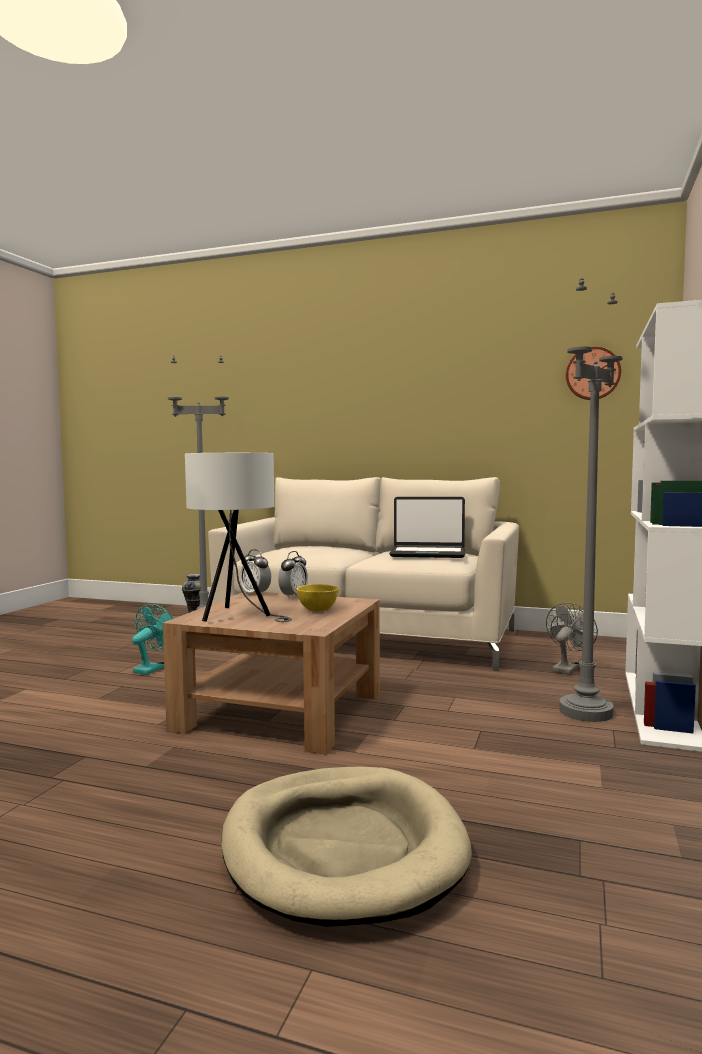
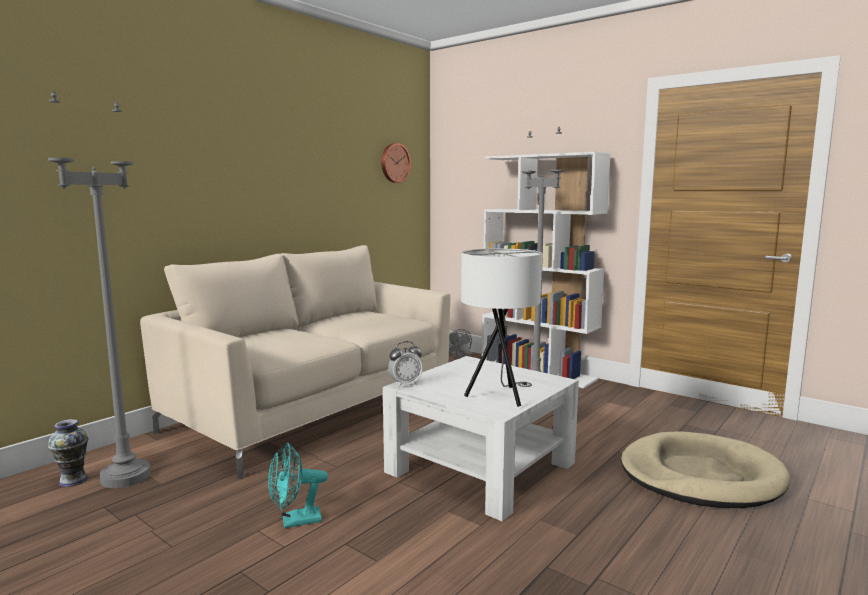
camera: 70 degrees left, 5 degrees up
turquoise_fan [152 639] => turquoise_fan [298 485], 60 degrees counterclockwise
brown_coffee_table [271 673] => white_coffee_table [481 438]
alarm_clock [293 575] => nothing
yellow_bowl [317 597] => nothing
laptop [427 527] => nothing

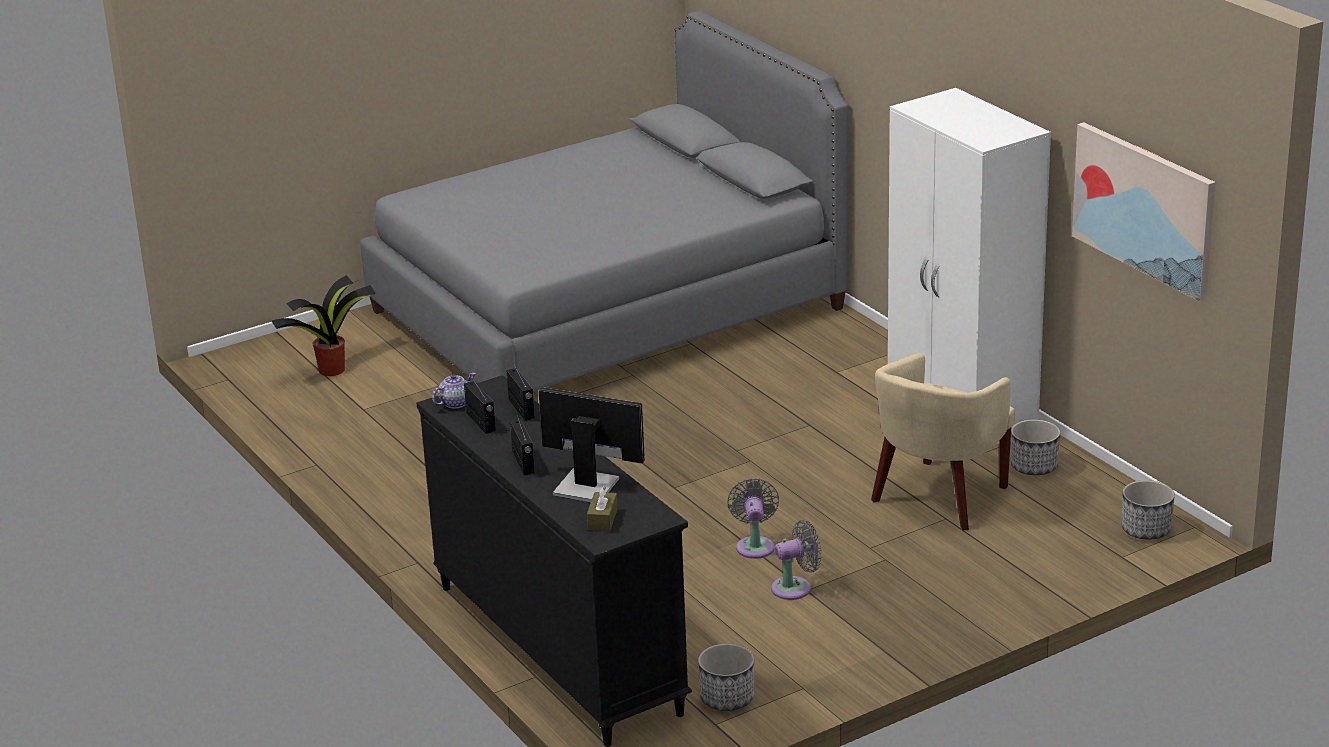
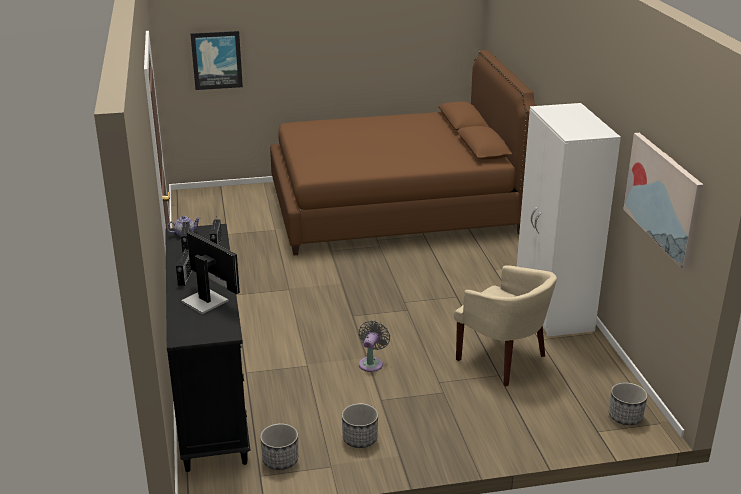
camera: 20 degrees right, 0 degrees up
nothing => picture [216 60]
grey_bed [604 201] => brown_bed [403 153]
planter [1035 447] => planter [360 425], moved
beige_armchair [943 442] => beige_armchair [505 326], 105 degrees counterclockwise
potted_plant [324 325] => nothing
brown_tissue_box [602 508] => nothing
grey_fan [796 560] => nothing

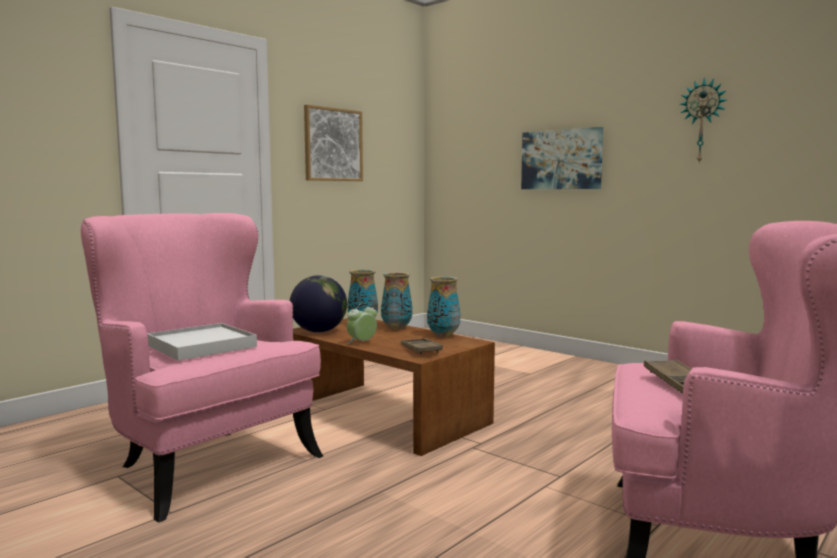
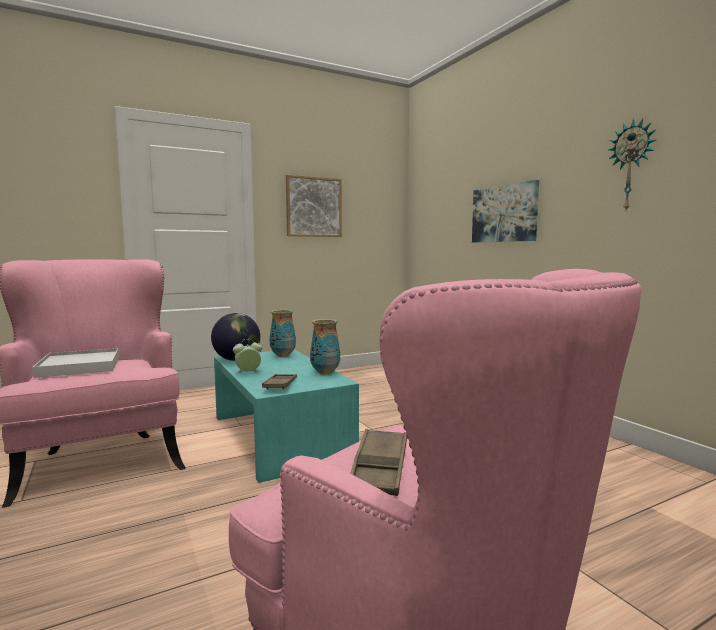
camera: 20 degrees right, 0 degrees up
brown_coffee_table [394 387] => turquoise_coffee_table [286 416]
vase [396 301] => nothing

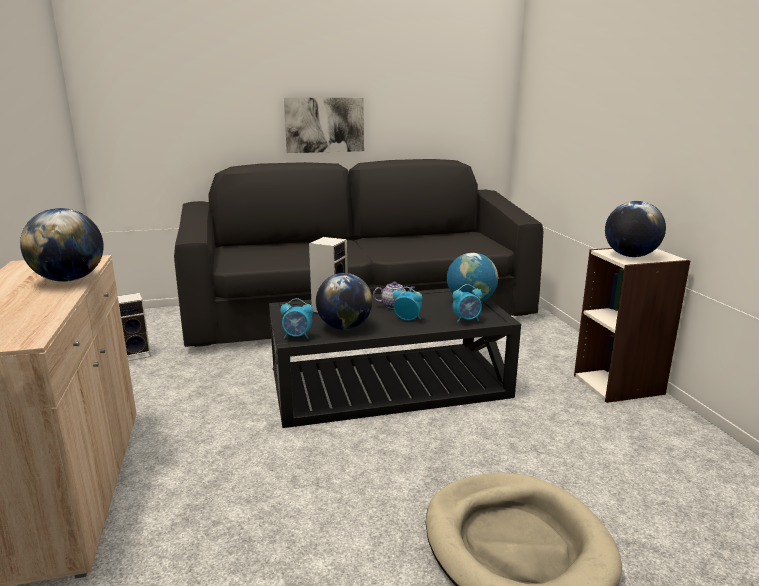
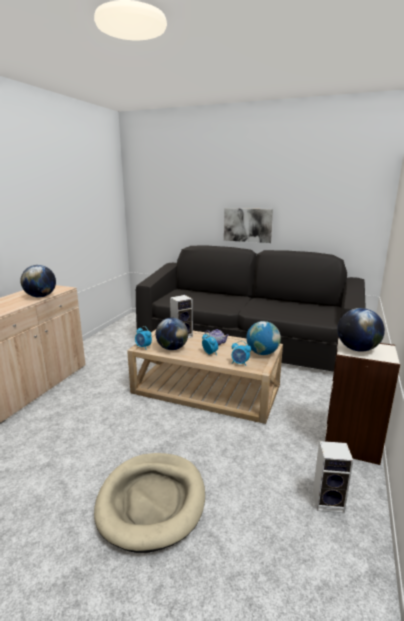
camera: 35 degrees right, 0 degrees up
black_coffee_table [395 358] => beige_coffee_table [205 376]
speaker [134 327] => speaker [333 477], moved

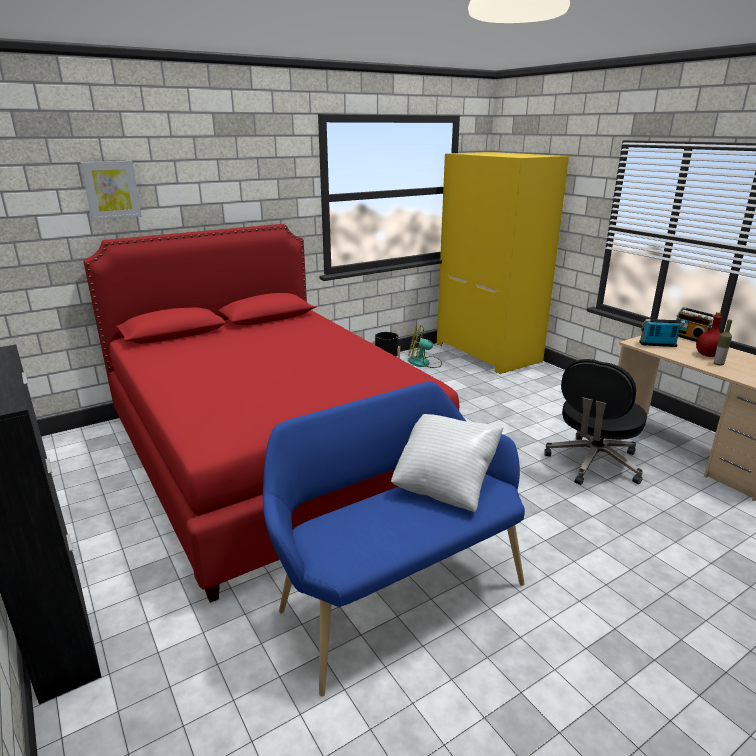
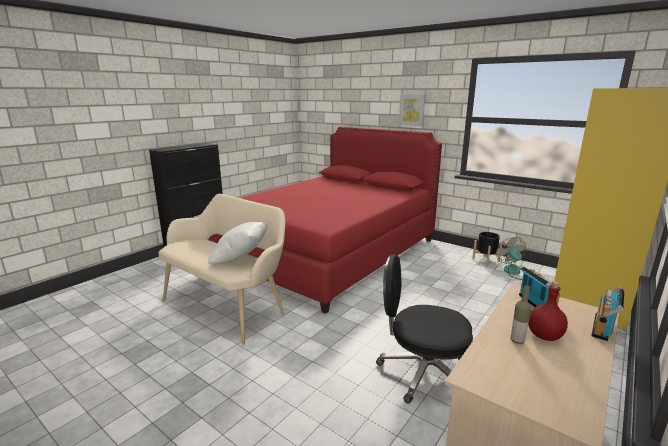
camera: 70 degrees right, 5 degrees down
blue_bench [394 539] => beige_bench [222 269]
picture [111 190] => picture [412 110], moved

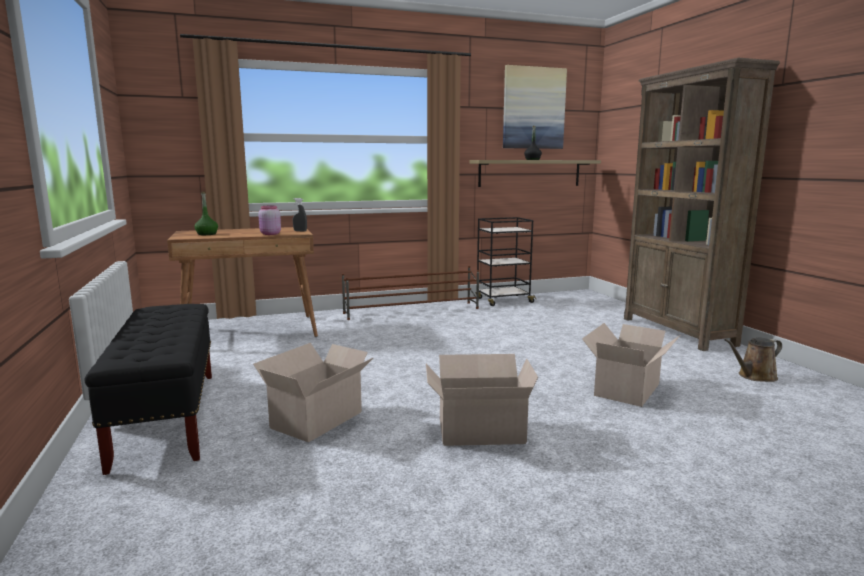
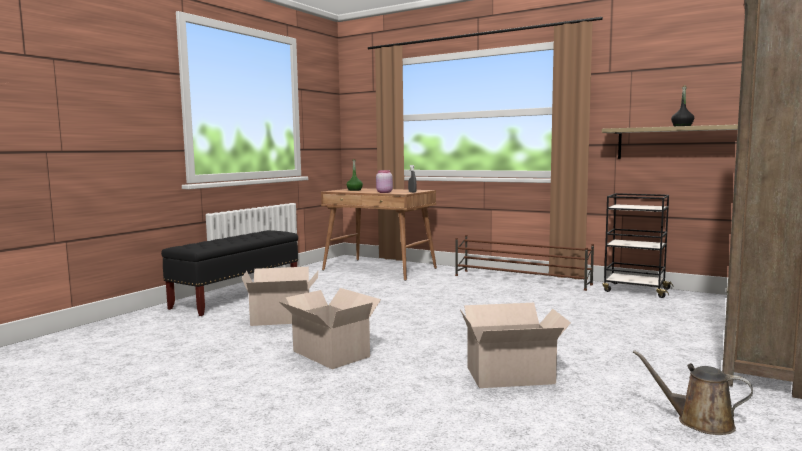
camera: 50 degrees right, 5 degrees down
picture [535 107] => nothing

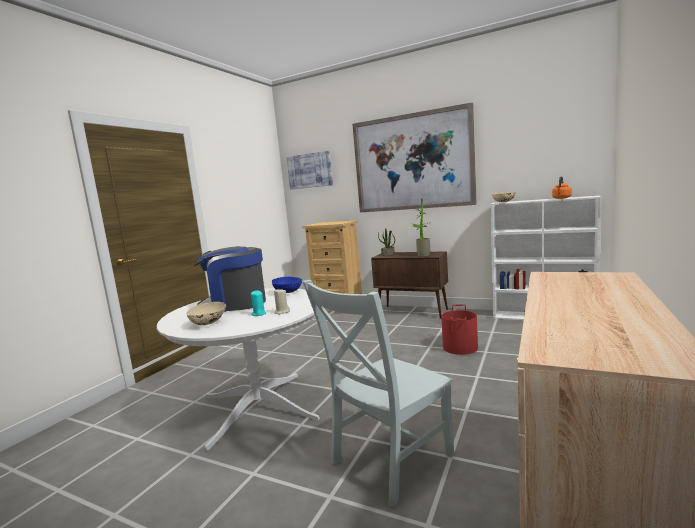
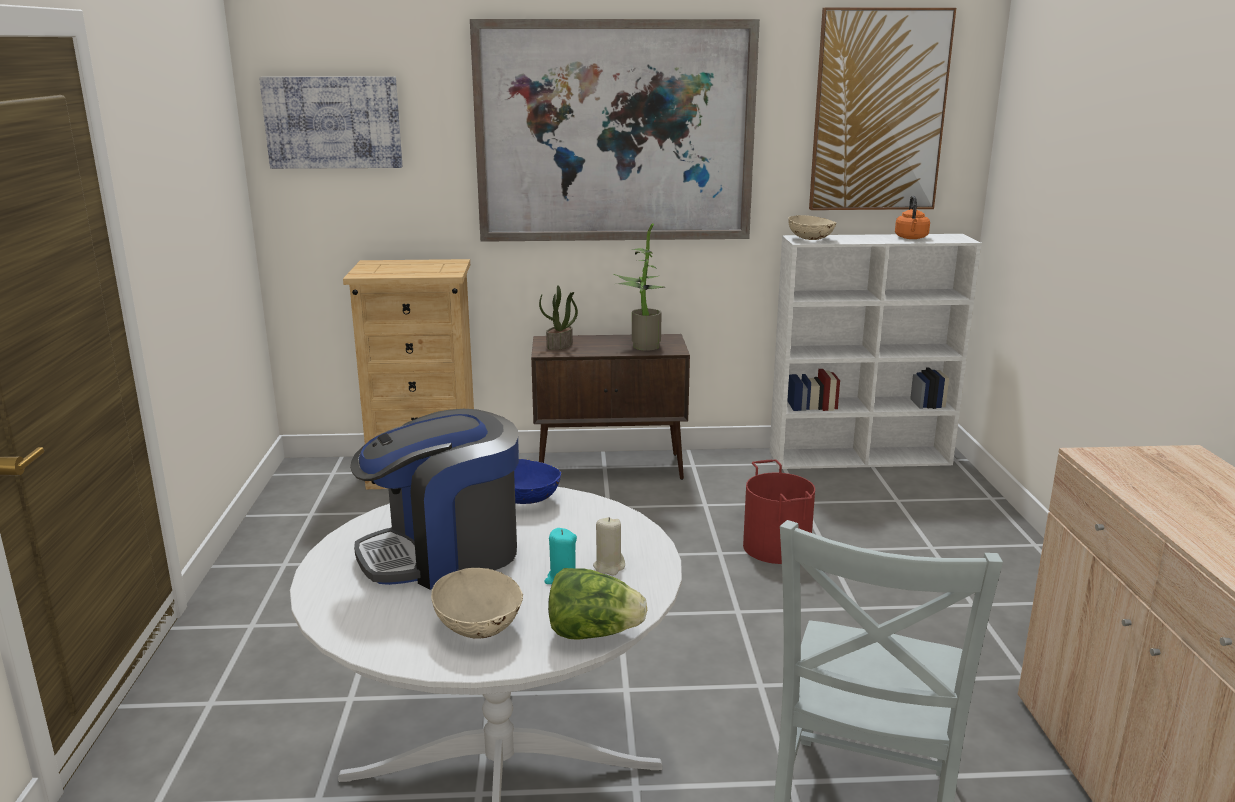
camera: 30 degrees left, 10 degrees up
nothing => lettuce [597 604]
nothing => picture [882 108]

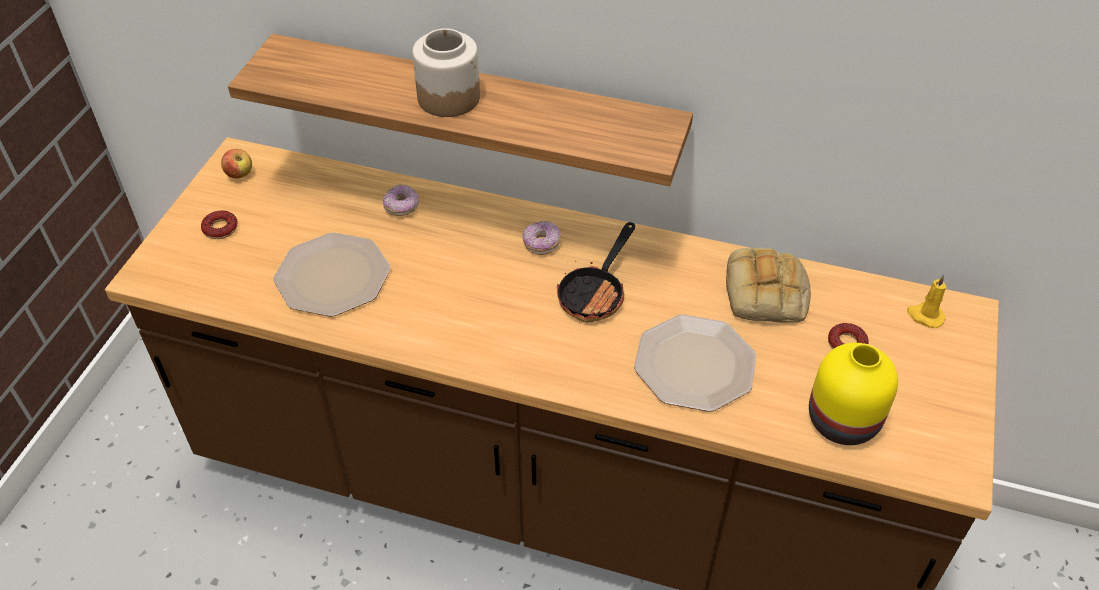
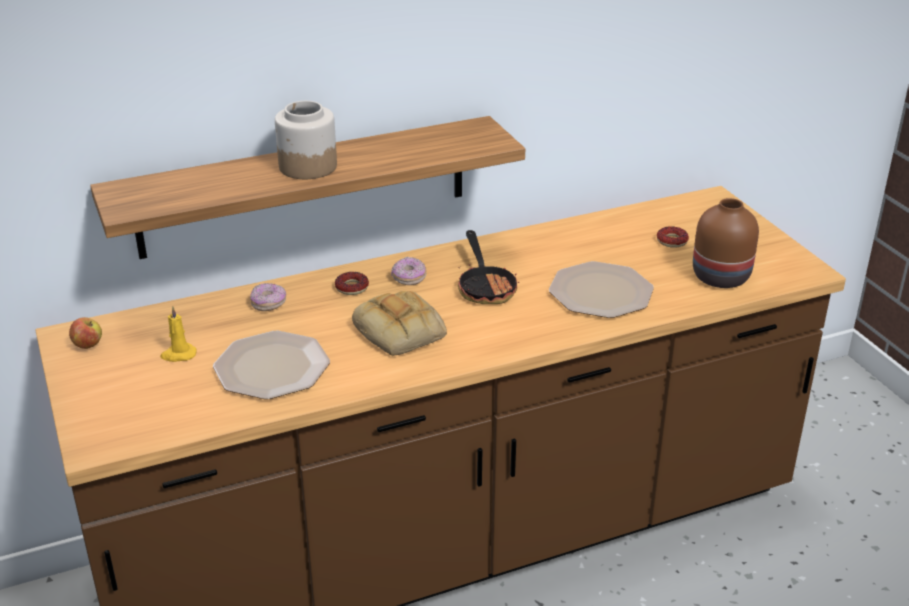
camera: 40 degrees left, 15 degrees down
yellow_candle [927 301] => yellow_candle [178 334], moved
donut [219 224] => donut [352 283], moved
bread [768 285] => bread [399 323], moved
yellow_vase [853 394] => brown_vase [726 243]

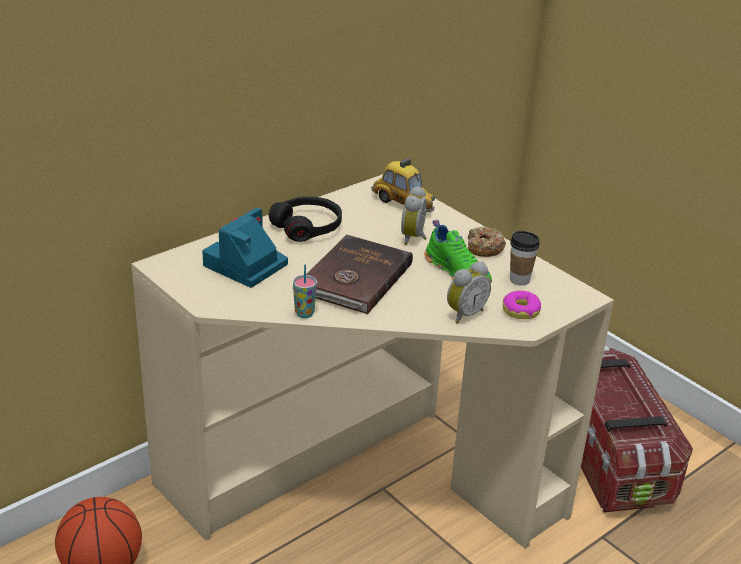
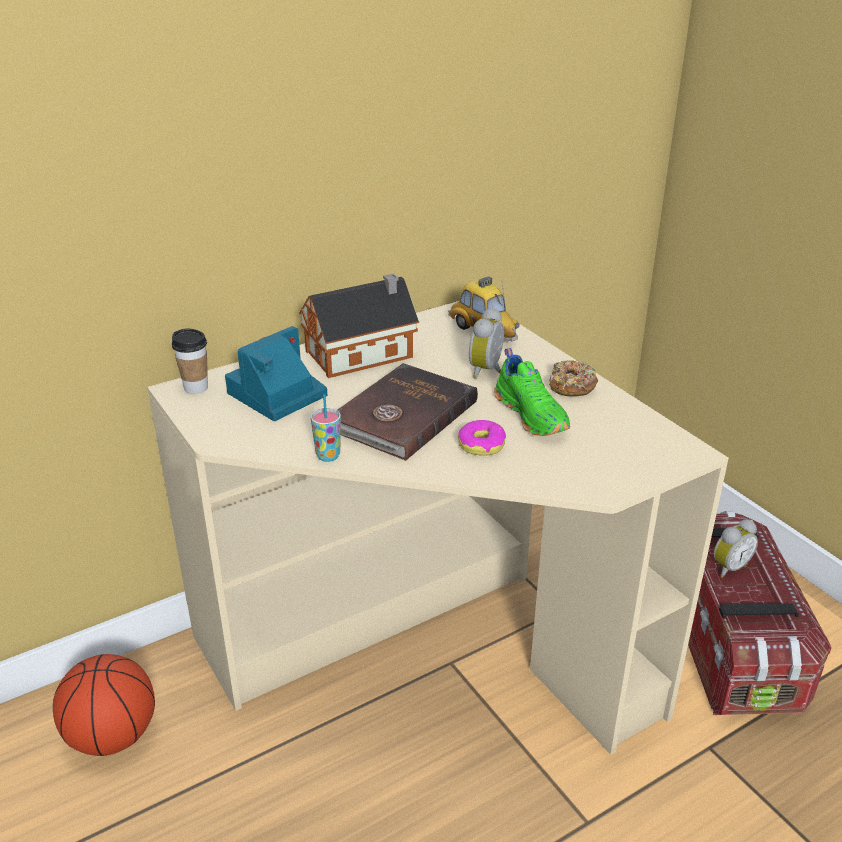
camera: 10 degrees right, 0 degrees up
cup [525 258] => cup [190 361], moved
black_headphones [305 219] => toy_house [359 326]
donut [521 305] => donut [482 438], moved
alarm_clock [469 293] => alarm_clock [736 548], moved

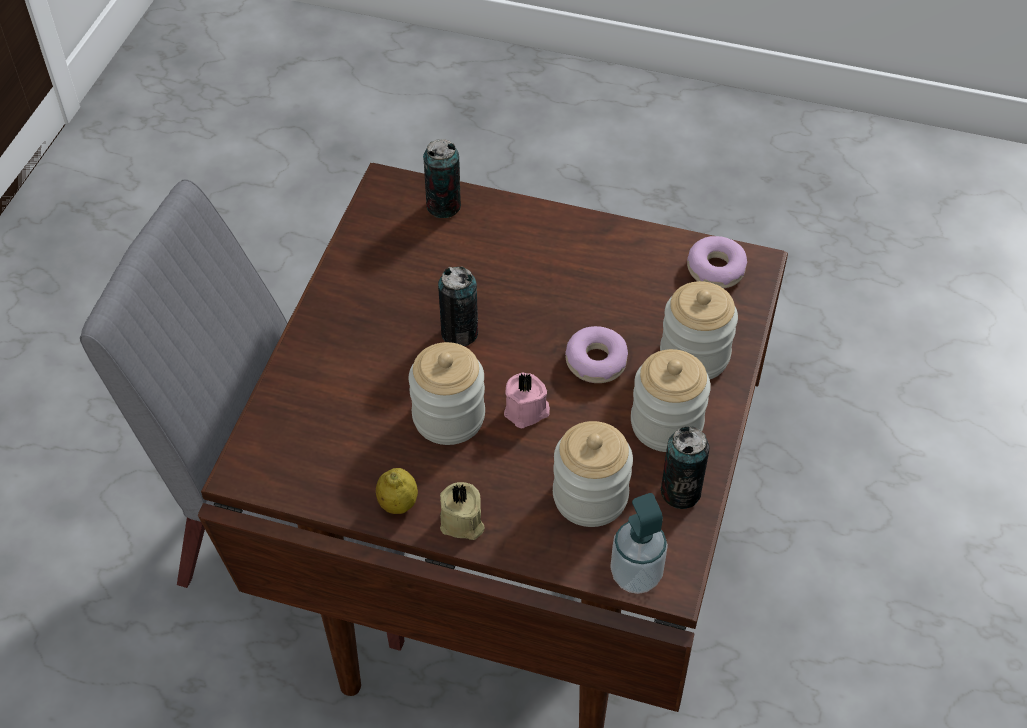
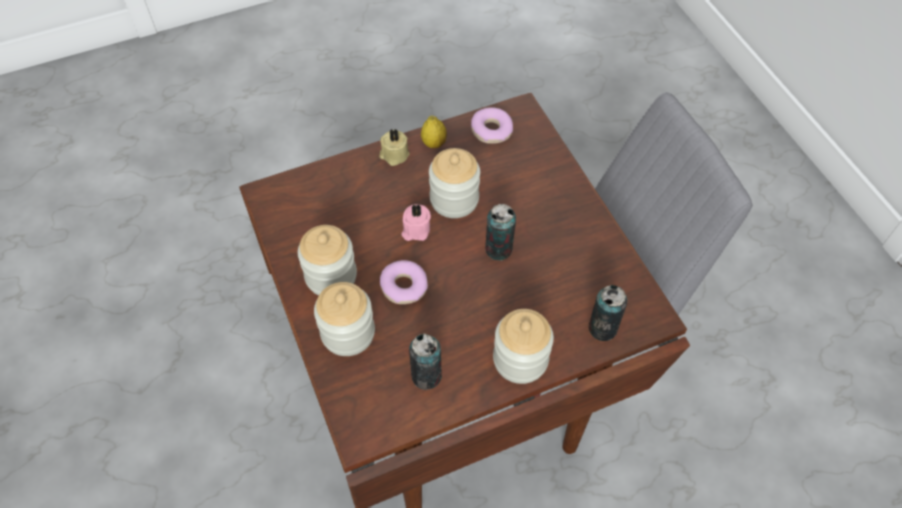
camera: 140 degrees right, 5 degrees up
can [684 467] => can [425 361], moved
donut [717 262] => donut [492 125], moved
jar [593 474] => jar [523 346], moved
soap_dispenser [639 543] => nothing

